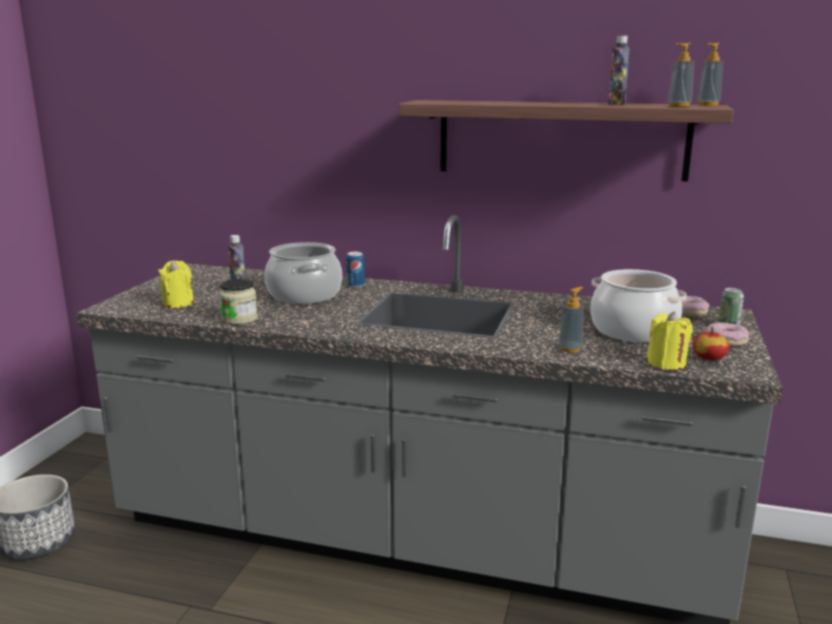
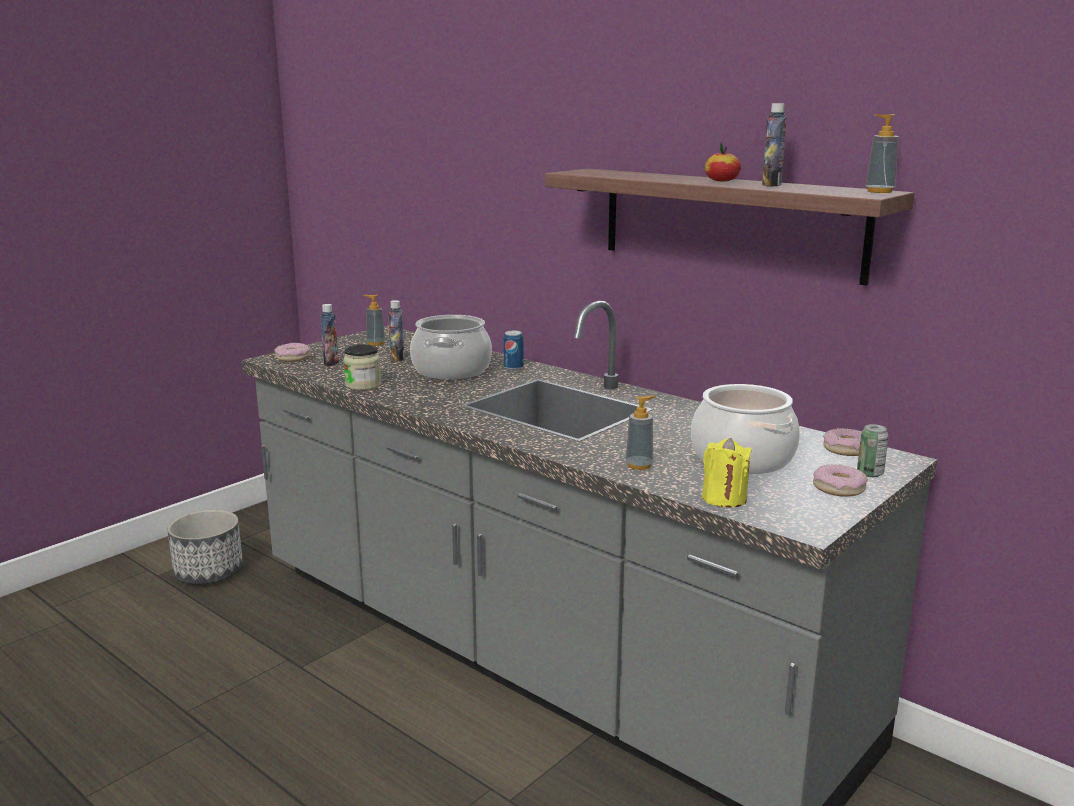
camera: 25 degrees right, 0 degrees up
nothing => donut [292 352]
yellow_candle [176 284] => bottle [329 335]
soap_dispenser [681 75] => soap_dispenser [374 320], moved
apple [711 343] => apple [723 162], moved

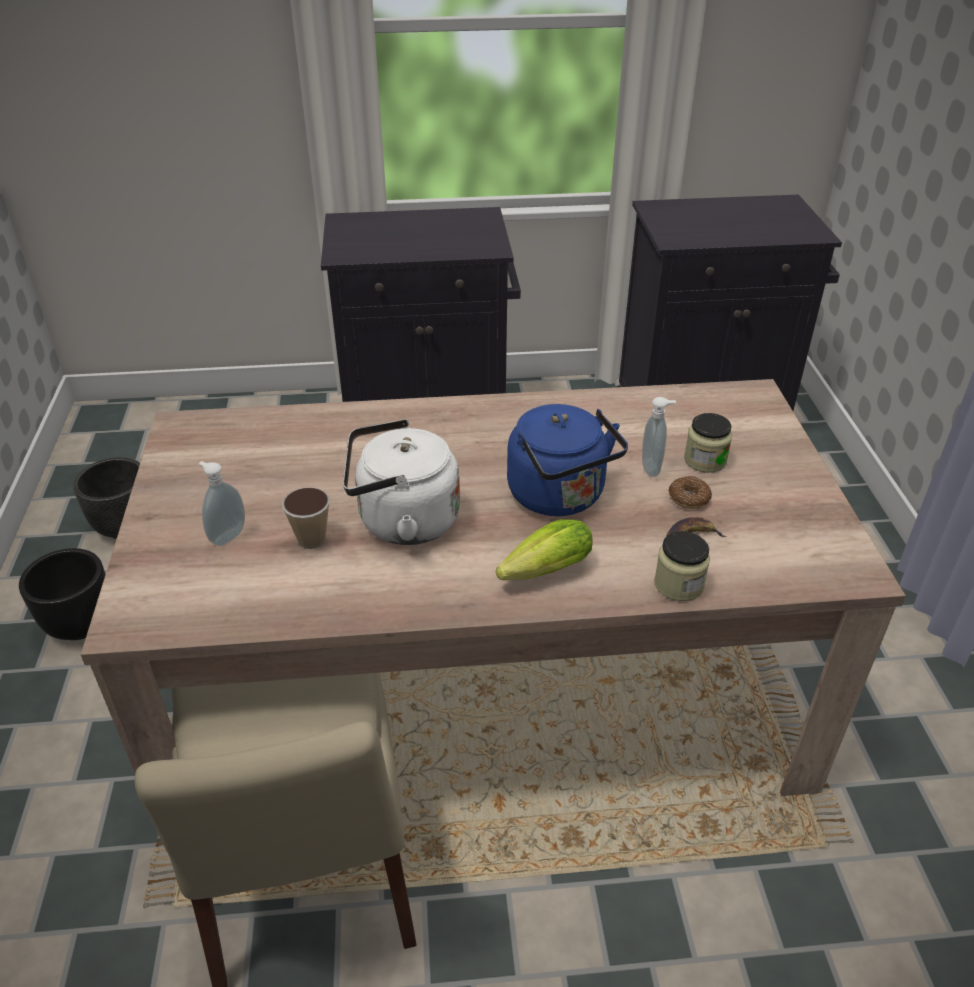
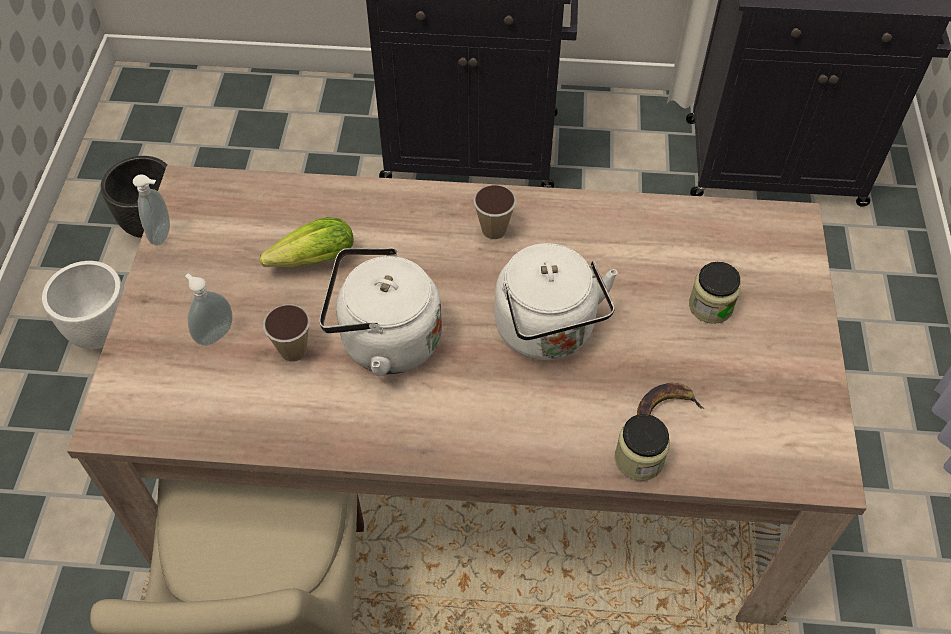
camera: 10 degrees right, 15 degrees up
black_planter [62 594] => white_planter [83 305]
soap_dispenser [659 437] => soap_dispenser [151 209], moved
lettuce [544 549] => lettuce [307 242], moved
nothing => cup [495 212]
blue_kettle [567 460] => white_kettle [556 301]
donut [690 492] => nothing

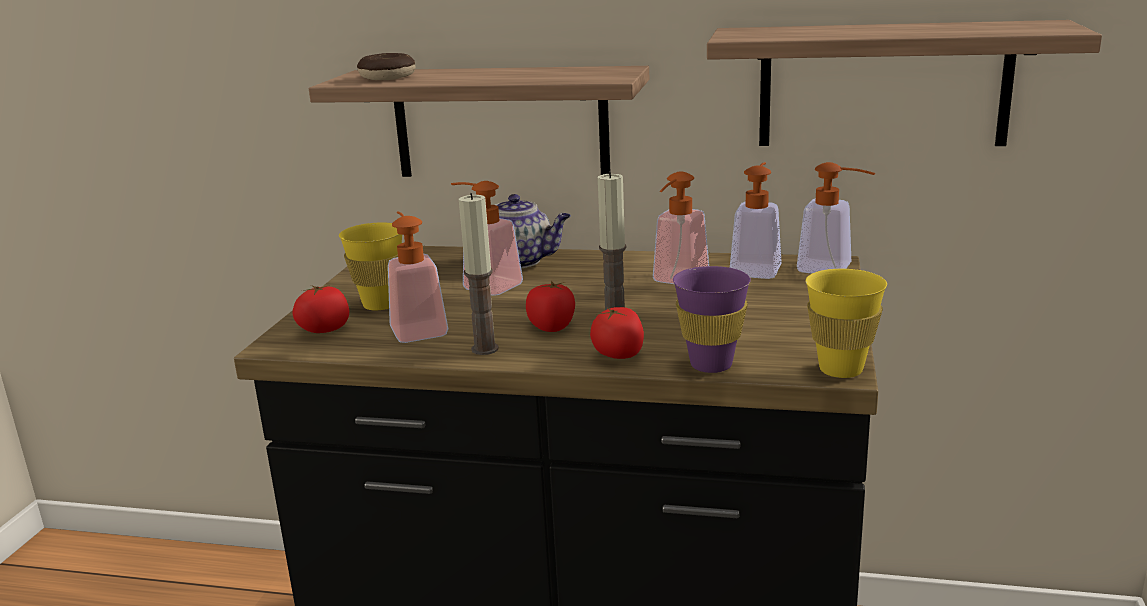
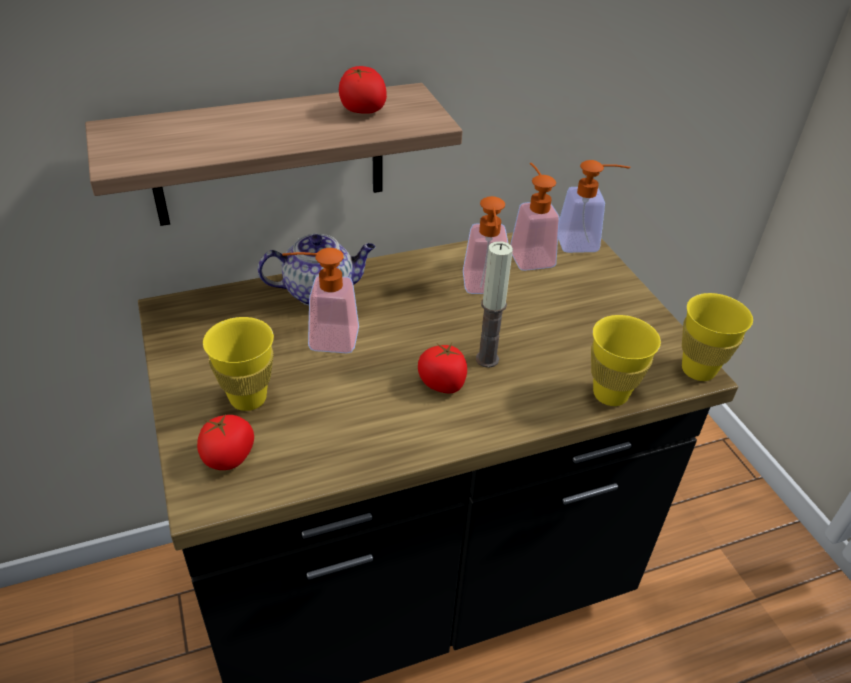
camera: 35 degrees left, 20 degrees up
tomato [617 333] => tomato [363 90], moved
purple_cup [712 319] => yellow_cup [626 360]
donut [386 66] => nothing
soap_dispenser [418 277] => nothing
candle [479 274] => nothing
shelf [904 83] => nothing

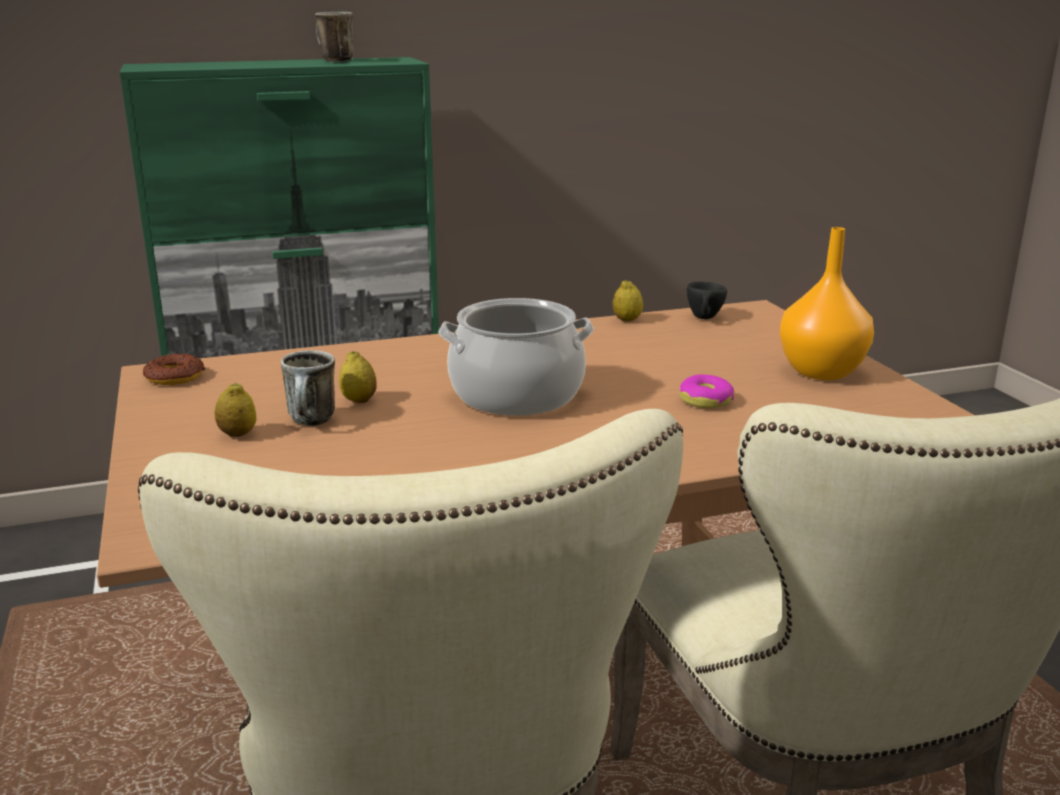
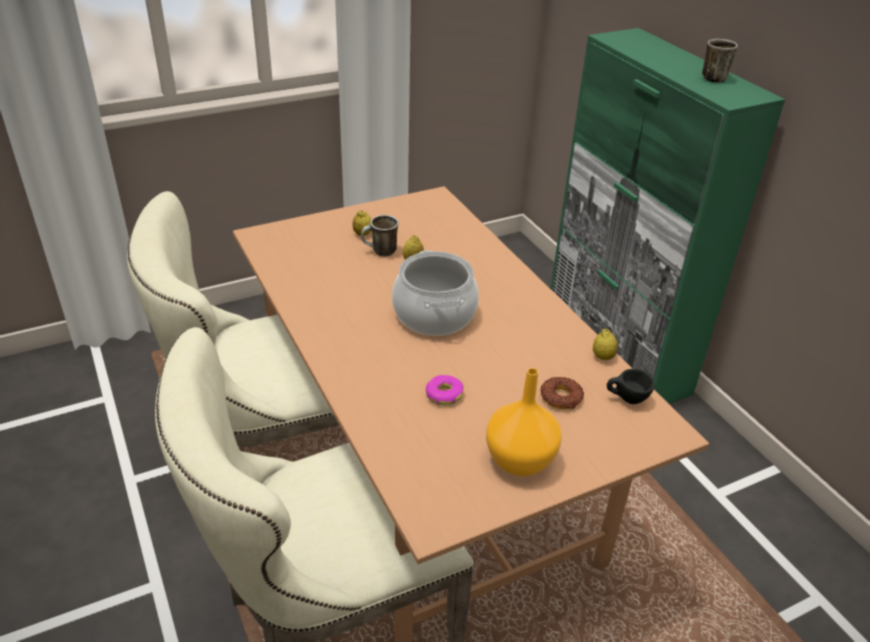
camera: 80 degrees right, 15 degrees up
donut [174 369] => donut [562 393], moved

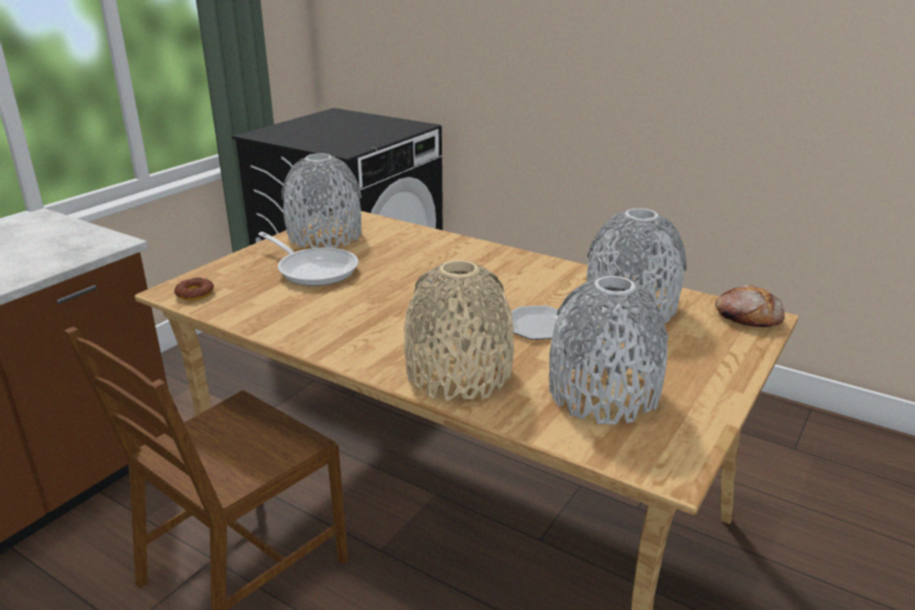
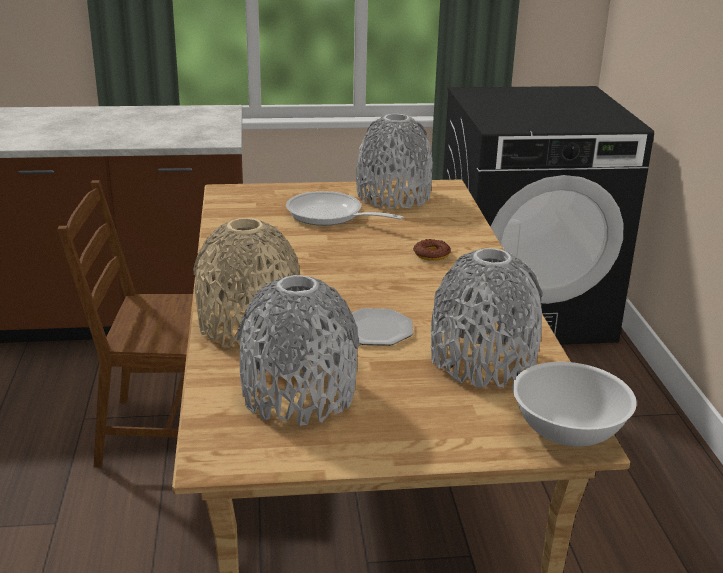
camera: 50 degrees right, 0 degrees up
frying_pan [308 259] => frying_pan [344 208], 120 degrees clockwise
donut [194 289] => donut [432 250], moved
bread [750 306] => white_bowl [575 404]

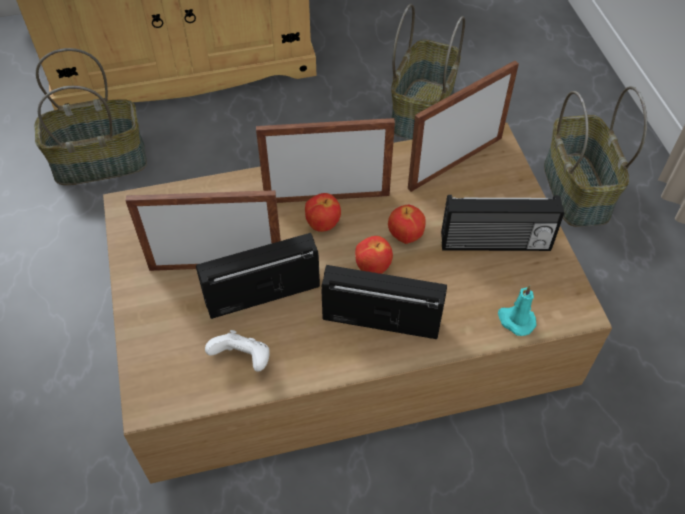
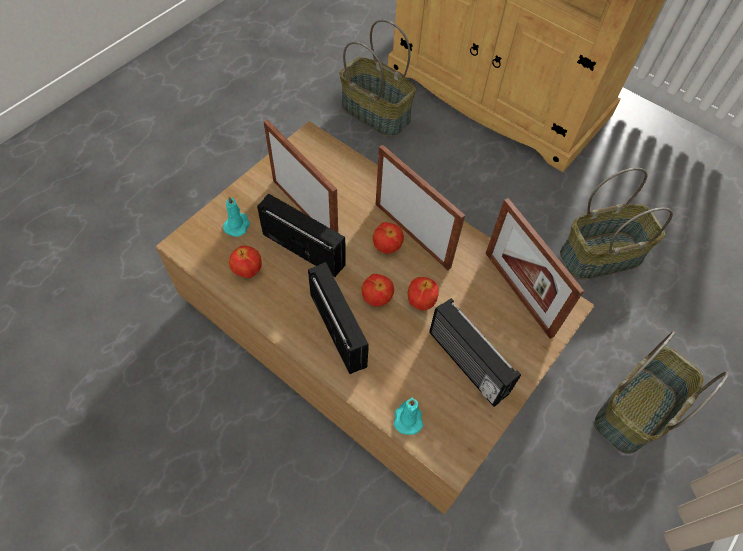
camera: 50 degrees right, 5 degrees up
nothing => turquoise_candle [236 216]
white_game_controller [237 350] => apple [245 262]
picture_frame [463 126] => picture_frame [534 268], 135 degrees counterclockwise

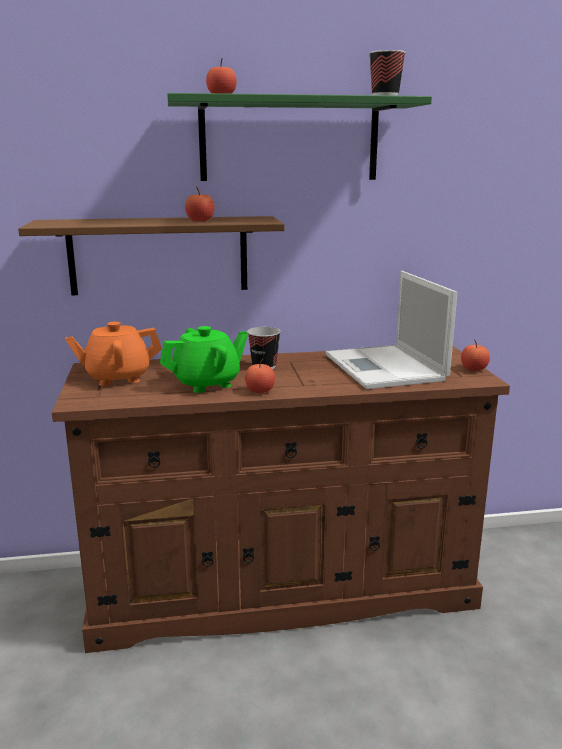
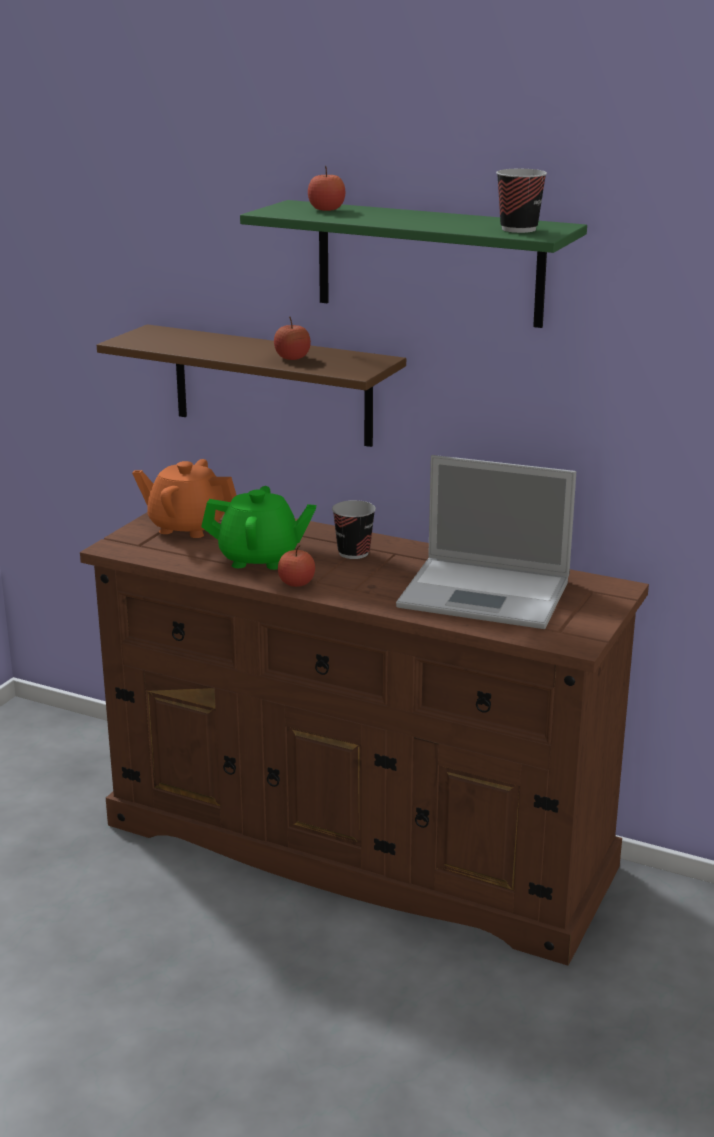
camera: 35 degrees right, 5 degrees up
laptop [391 330] => laptop [486 542], 90 degrees counterclockwise
apple [475 355] => nothing

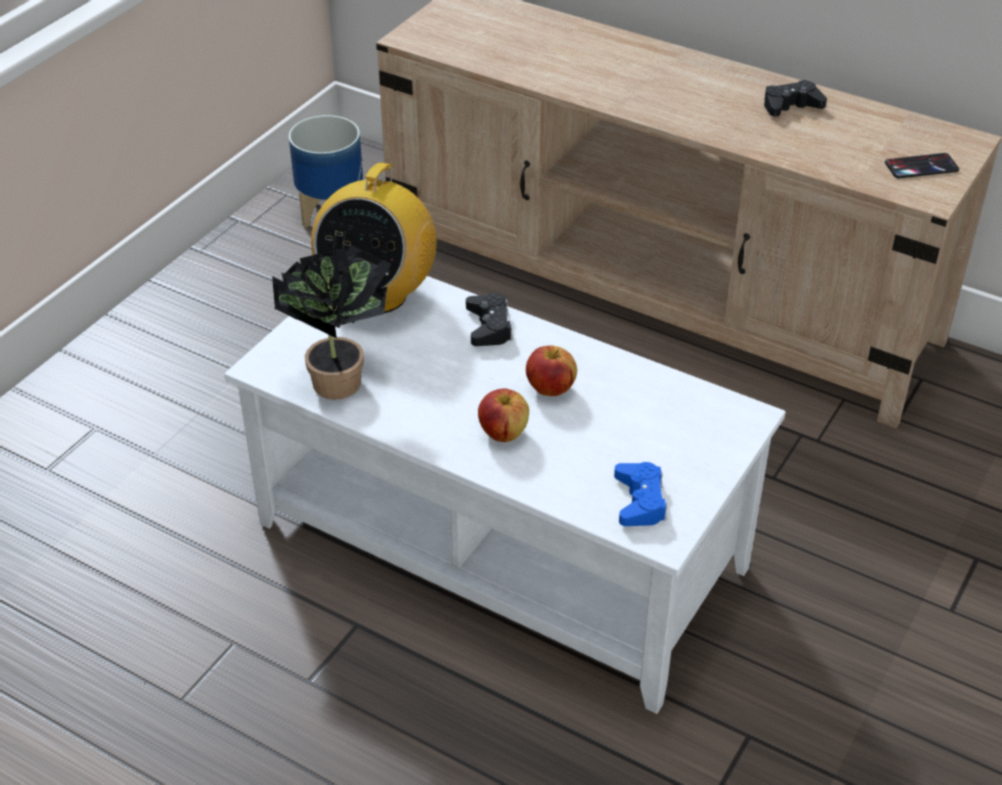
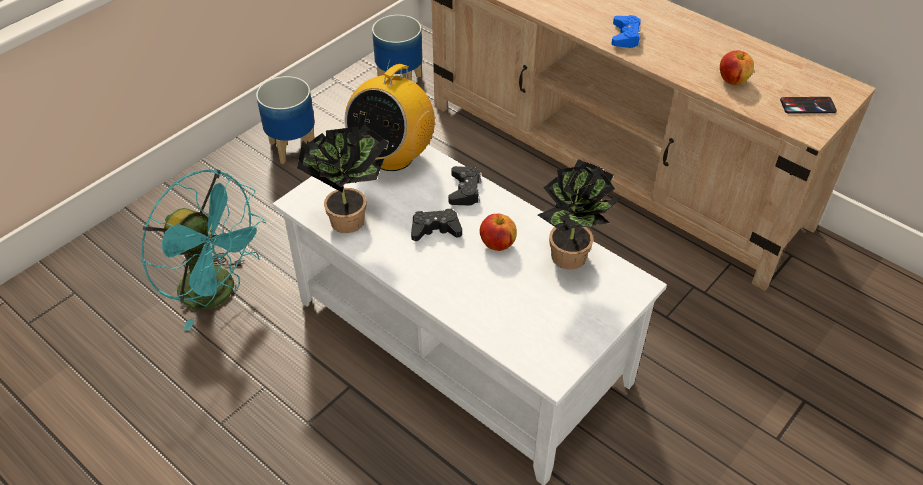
camera: 10 degrees right, 5 degrees up
nothing => turquoise_fan [204 250]
nothing => planter [285 120]
black_game_controller [795 98] => black_game_controller [436 225], moved
nothing => potted_plant [580 214]
blue_game_controller [640 494] => blue_game_controller [626 31], moved
apple [503 415] => apple [737 67], moved

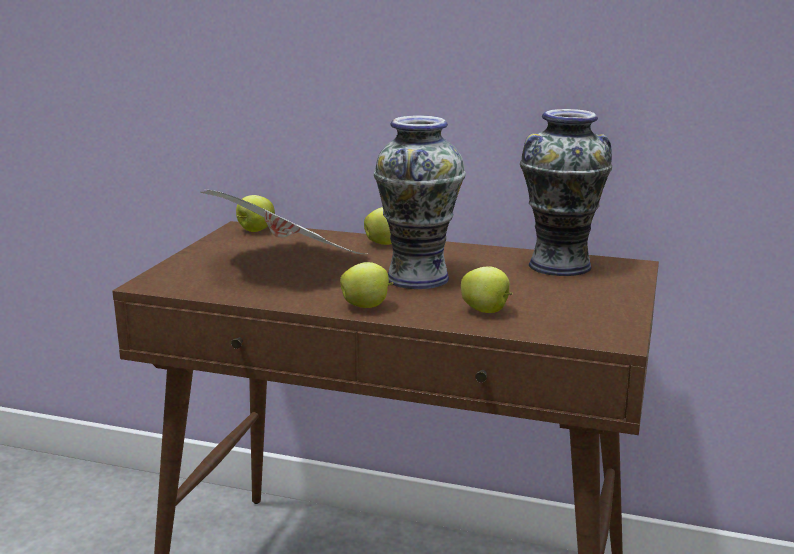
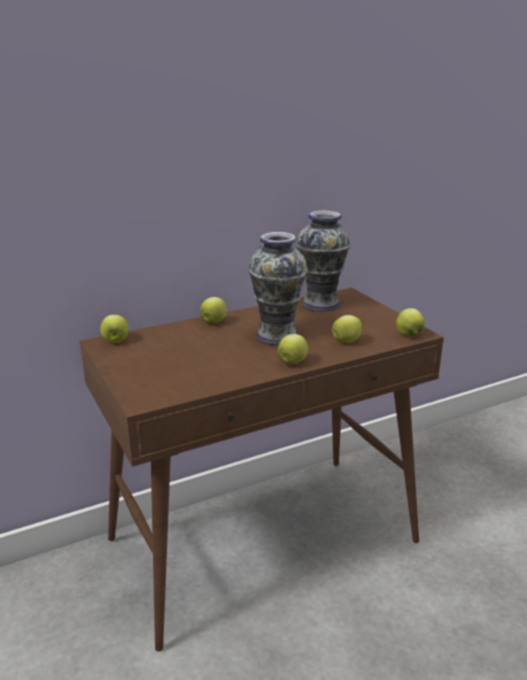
camera: 45 degrees left, 5 degrees up
nothing => apple [410 322]
newspaper [283 222] => nothing

